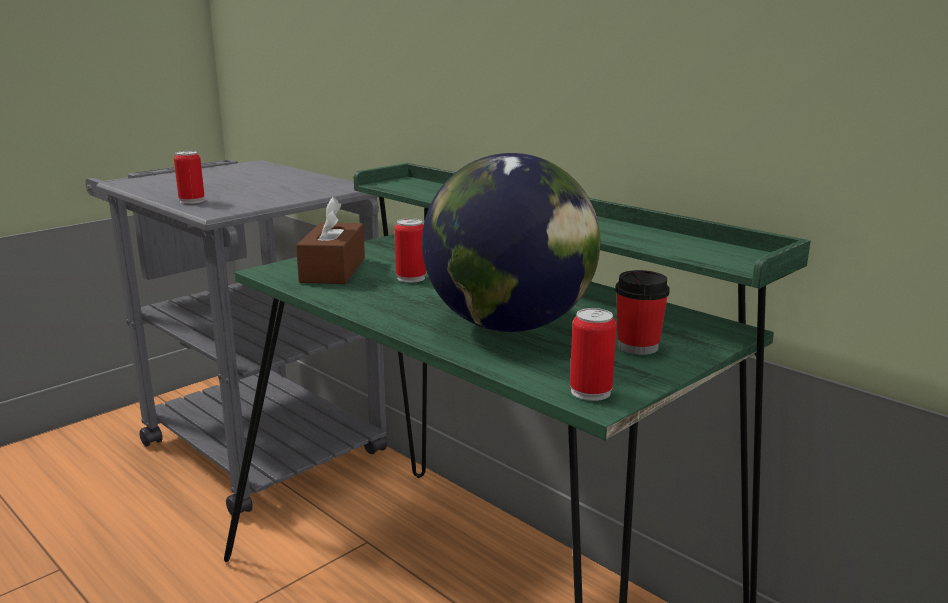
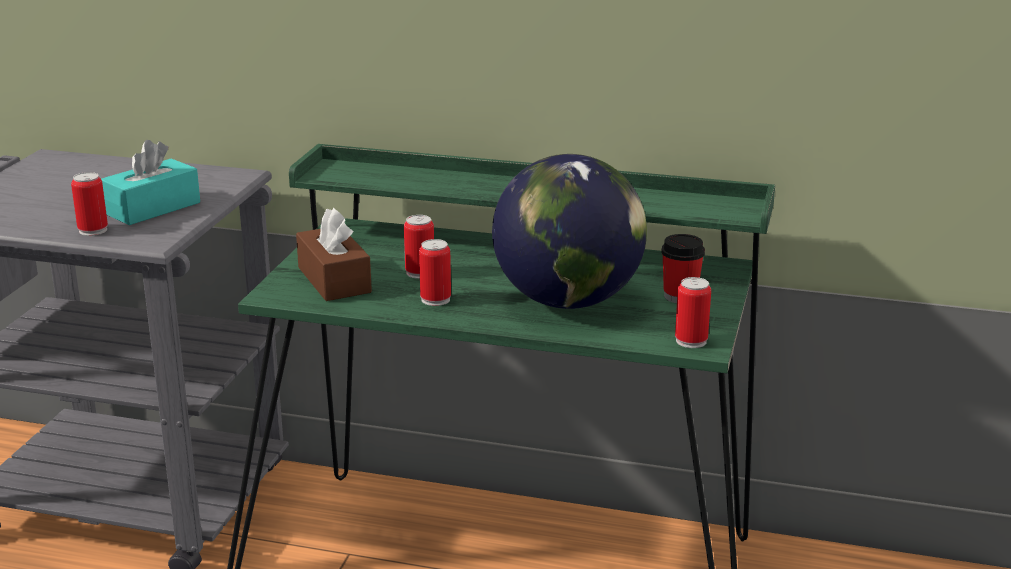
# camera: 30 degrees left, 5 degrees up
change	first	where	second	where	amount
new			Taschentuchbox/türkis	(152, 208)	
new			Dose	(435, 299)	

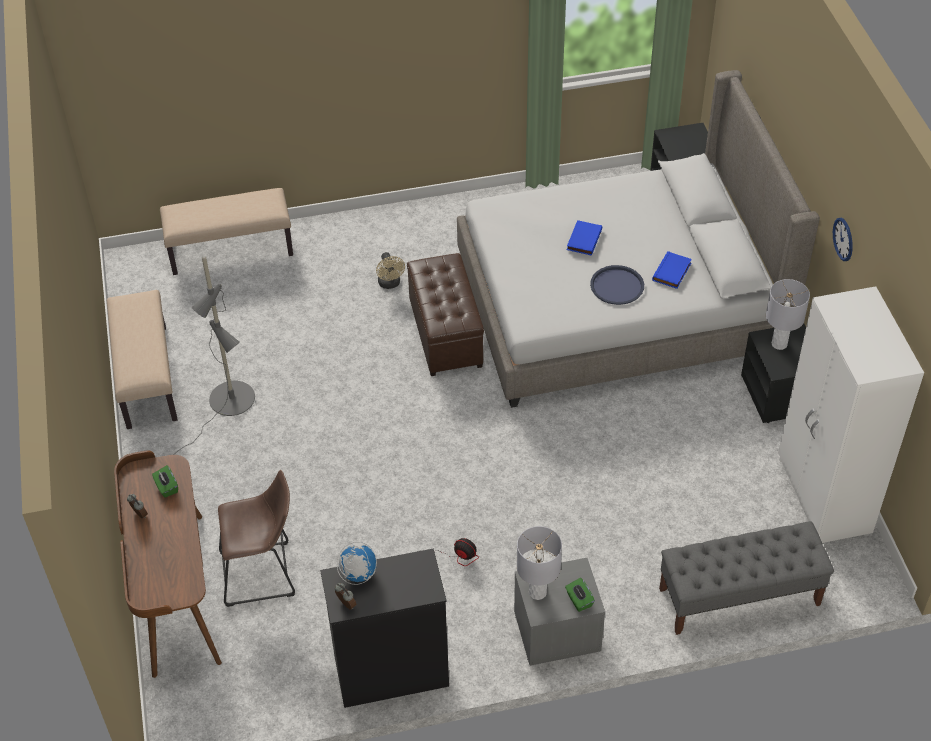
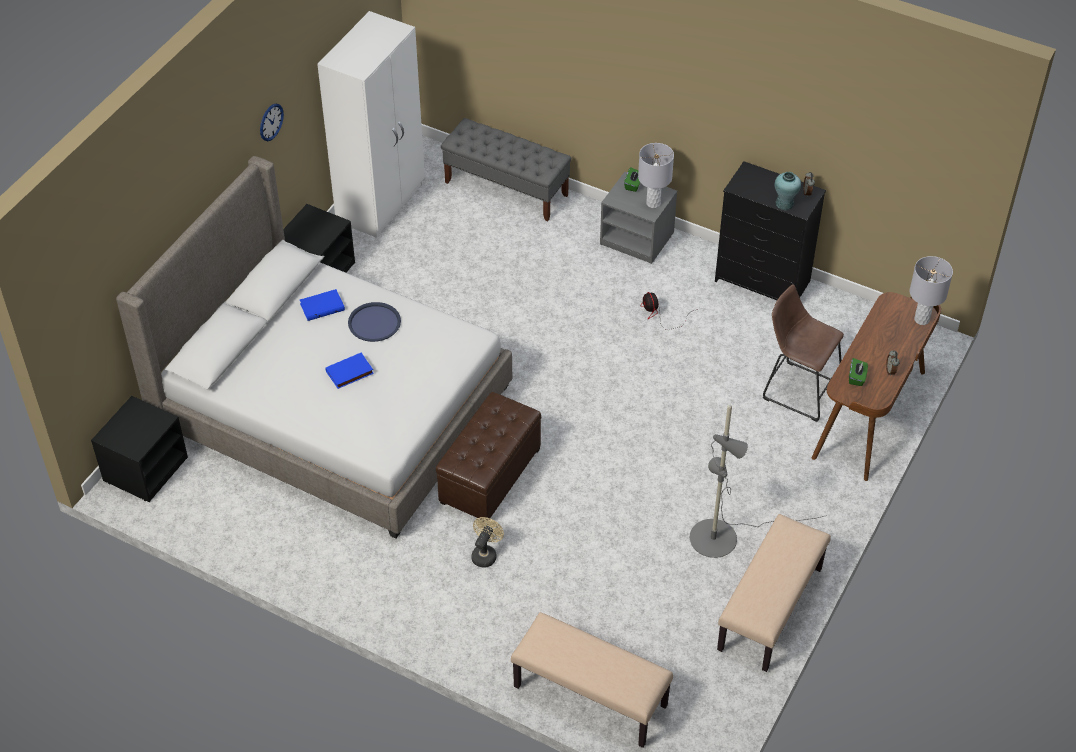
# camera: 140 degrees left, 0 degrees up
change	first	where	second	where	amount
shifted	Tischlampe/grau	(779, 344)		(922, 319)	
swapped	Globus	(358, 574)	Vase/türkis	(784, 203)	

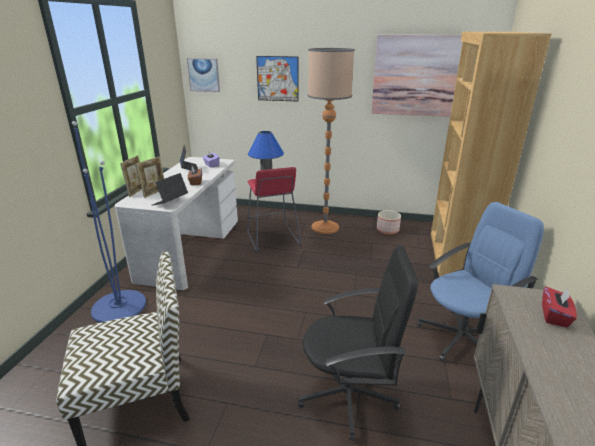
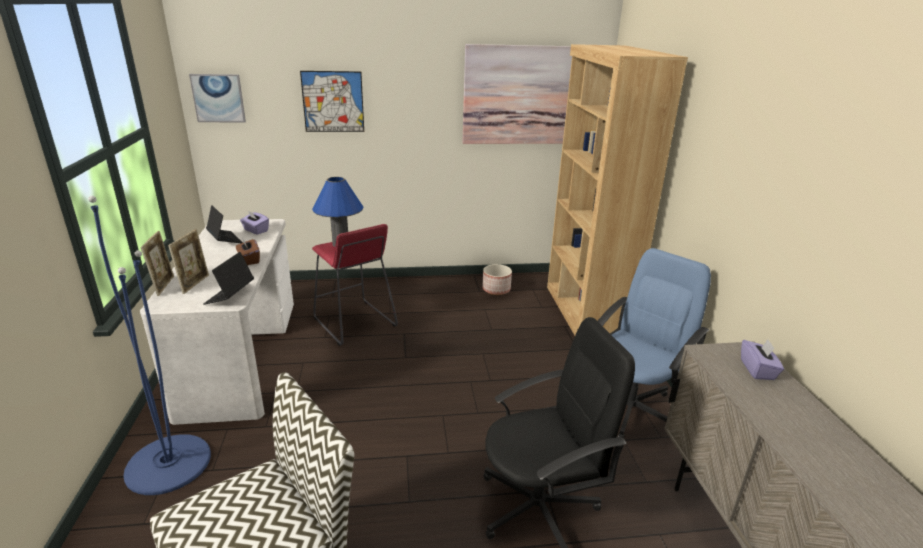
# camera: 20 degrees left, 0 degrees up
change	first	where	second	where	amount
gone	Stehlampe	(325, 227)			
repainted	Taschentuchbox/rot	(554, 316)	Taschentuchbox/lila	(758, 370)	

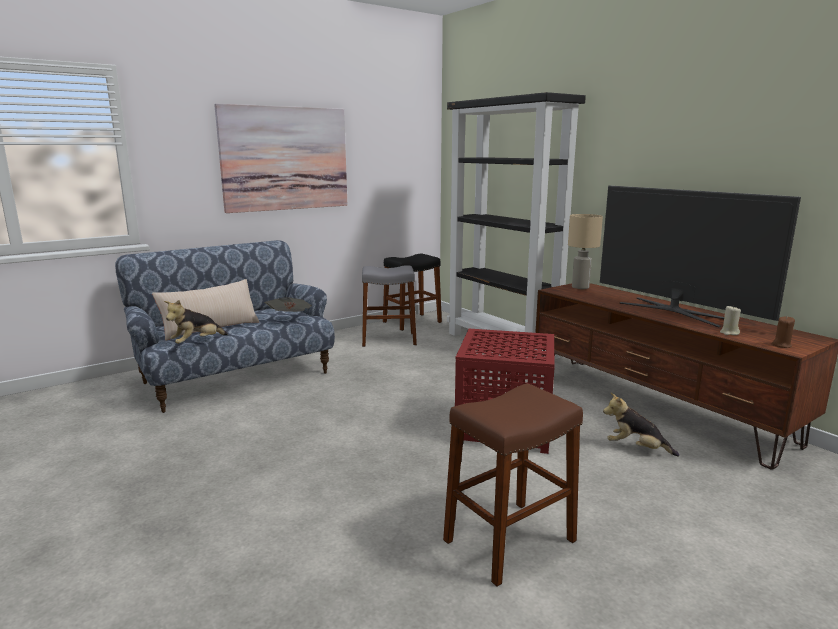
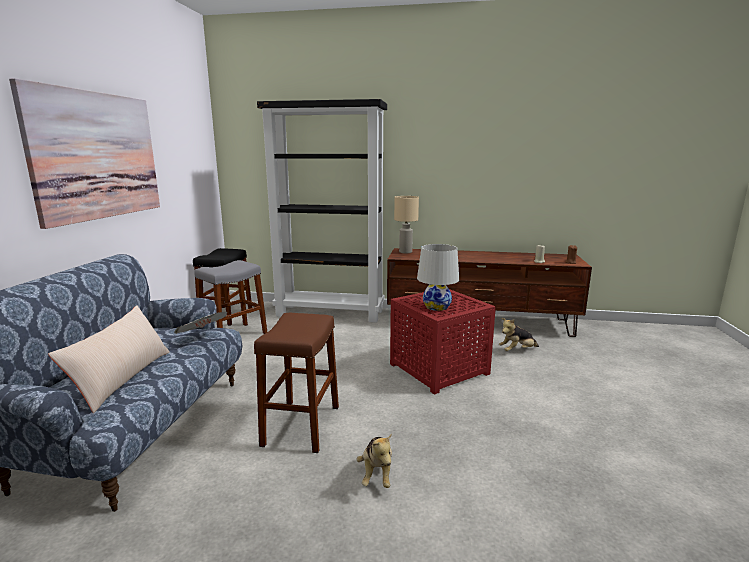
# camera: 45 degrees left, 0 degrees up
change	first	where	second	where	amount
gone	Fernseher	(675, 311)			
new			Tischlampe/weiß	(437, 307)	
shifted	Plüschtier	(197, 343)		(376, 474)	
shifted	Hocker/braun	(509, 540)		(301, 425)	

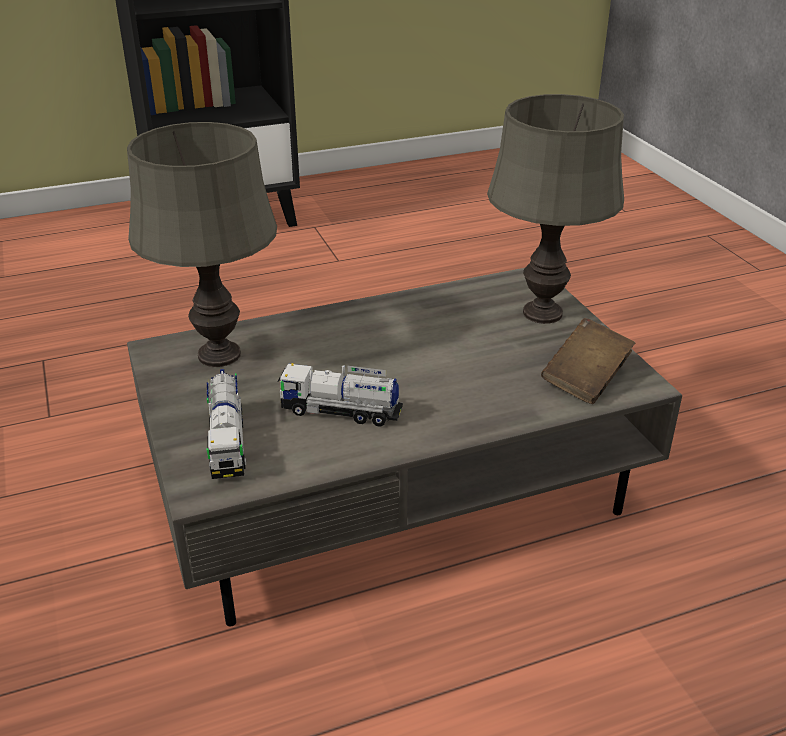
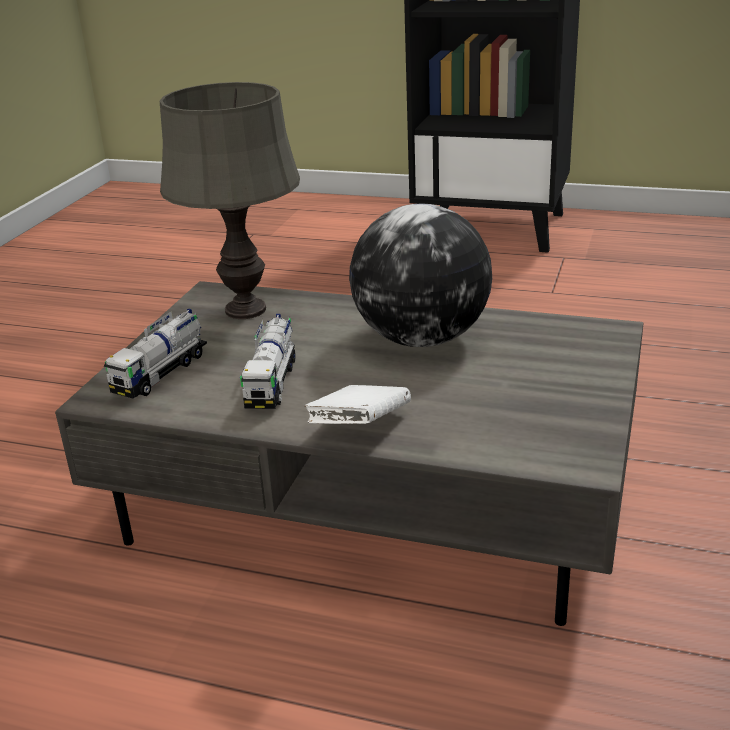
# camera: 40 degrees right, 5 degrees down
change	first	where	second	where	amount
gone	Tischlampe/grau	(542, 313)			
gone	Buch/braun	(585, 379)			
new			Buch/weiß	(360, 427)	
new			Globus	(421, 339)	
rotated	Spielzeuglaster	(341, 411)		(272, 382)	135 degrees counterclockwise

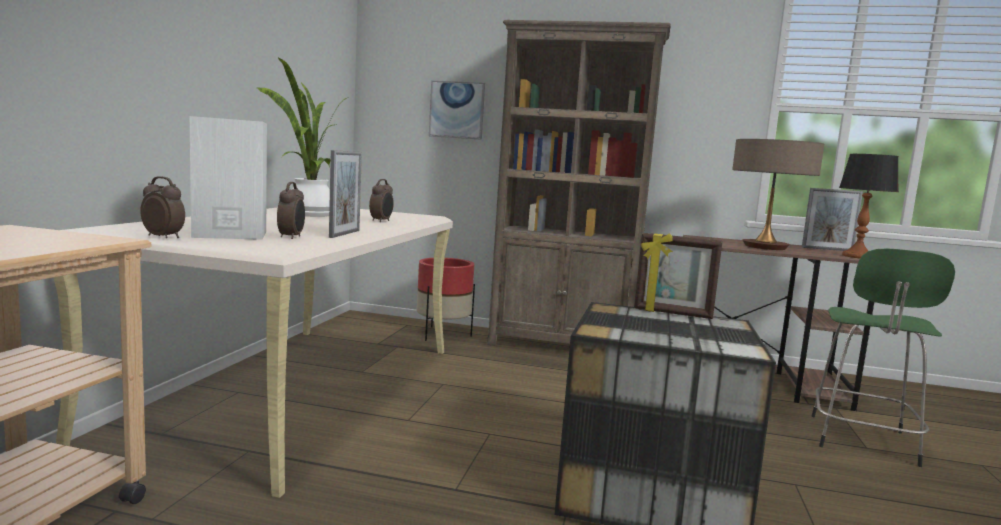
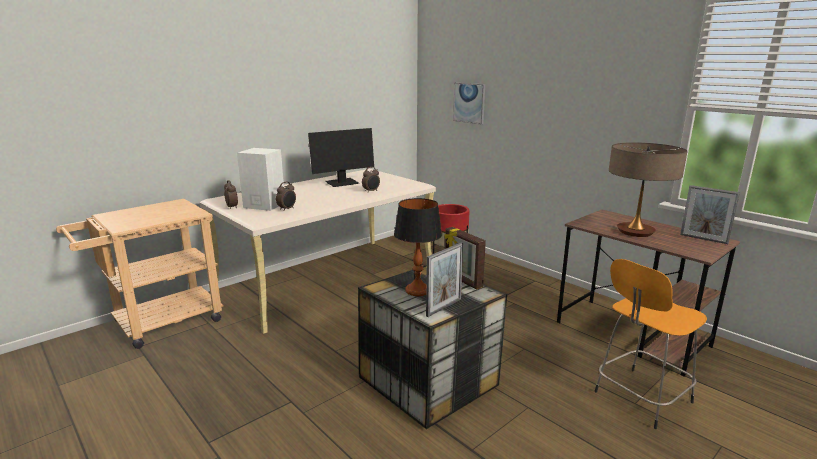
# camera: 35 degrees right, 10 degrees up
change	first	where	second	where	amount
gone	Bücherregal/braun	(561, 346)			
shifted	Bilderrahmen	(344, 234)		(444, 307)	
shifted	Tischlampe	(857, 256)		(417, 290)	
swapped	Topfpflanze	(307, 214)	Monitor	(342, 183)	
repainted	Hocker/grün	(862, 441)	Hocker/orange	(640, 398)	

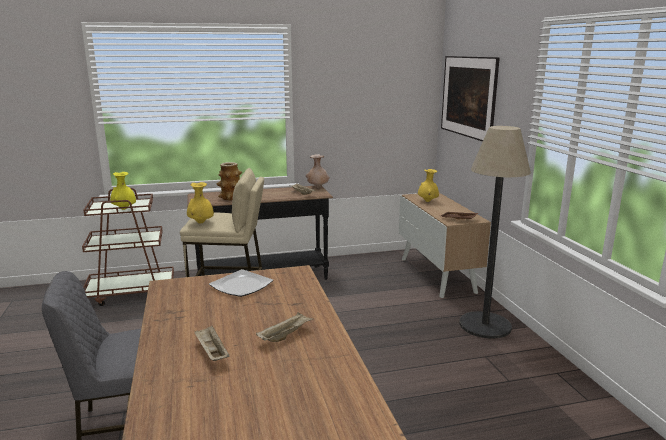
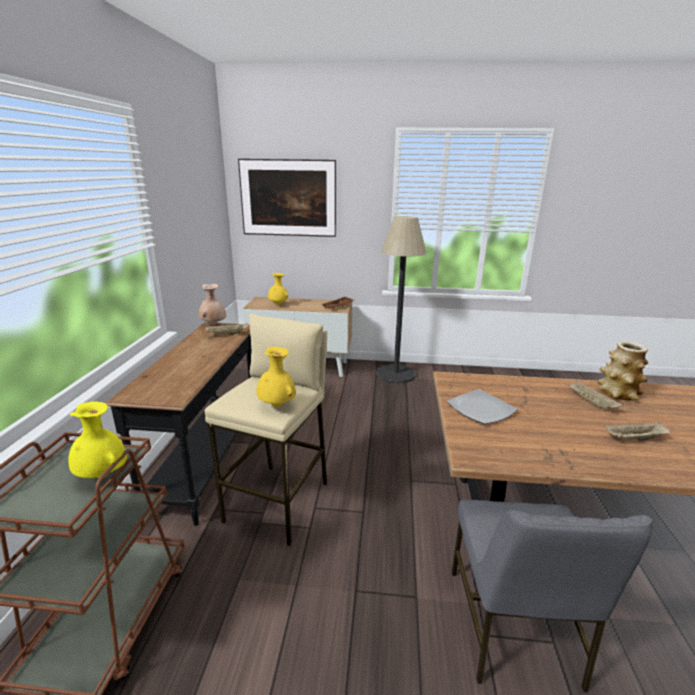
# camera: 70 degrees left, 5 degrees up
change	first	where	second	where	amount
shifted	Vase	(231, 198)		(617, 393)	

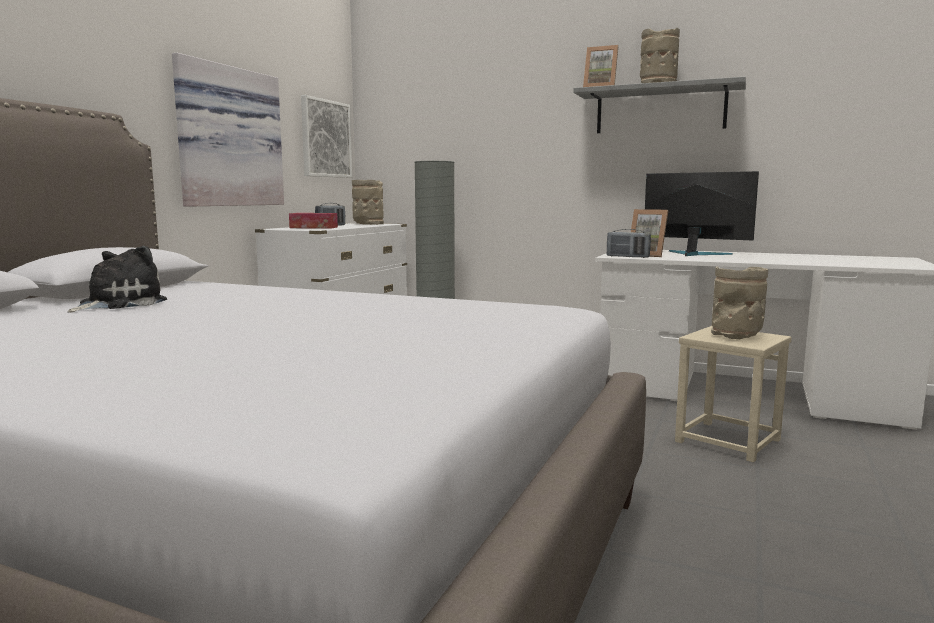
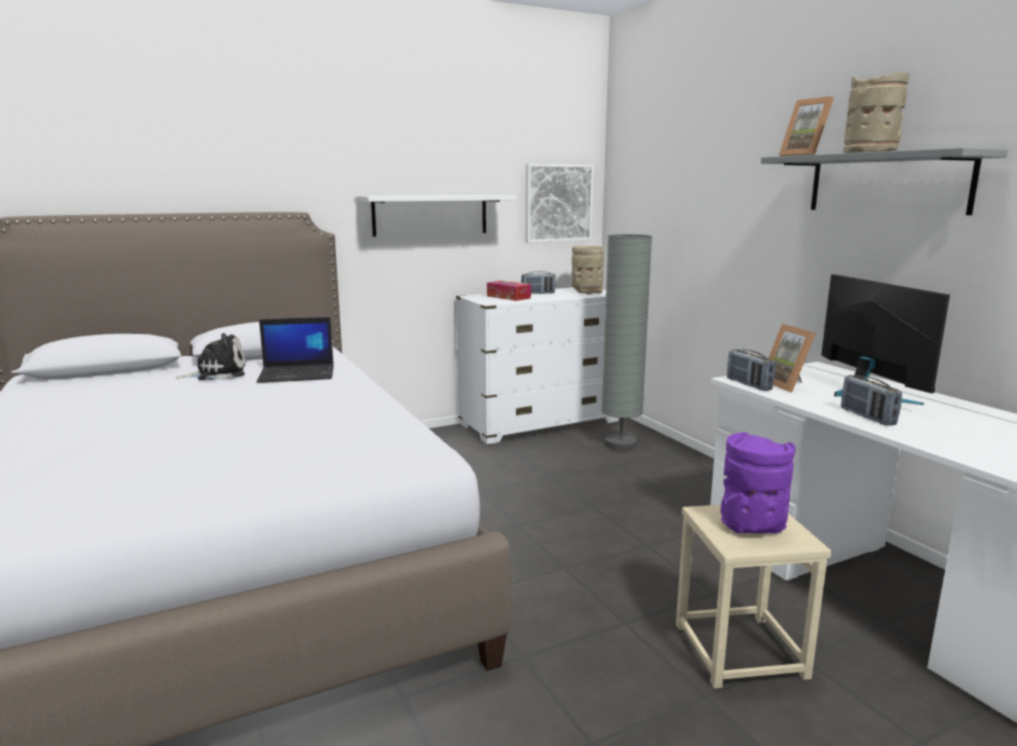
# camera: 40 degrees right, 5 degrees up
change	first	where	second	where	amount
new			Laptop	(298, 374)	
new			Radio	(867, 417)	
swapped	Bild	(227, 137)	Wandregal/weiß	(430, 215)	
repainted	Vase/beige	(736, 336)	Vase/lila	(751, 527)	

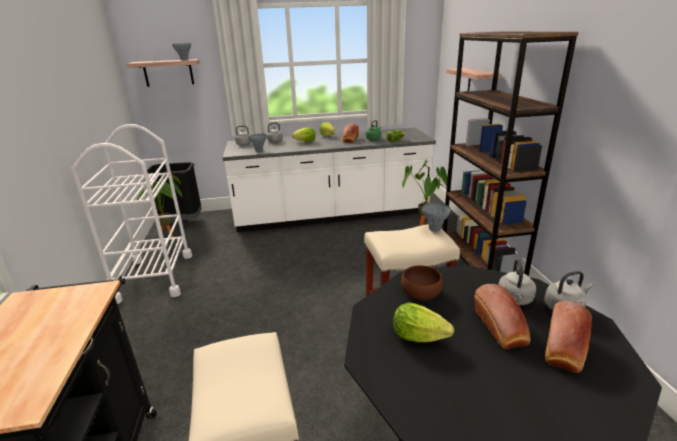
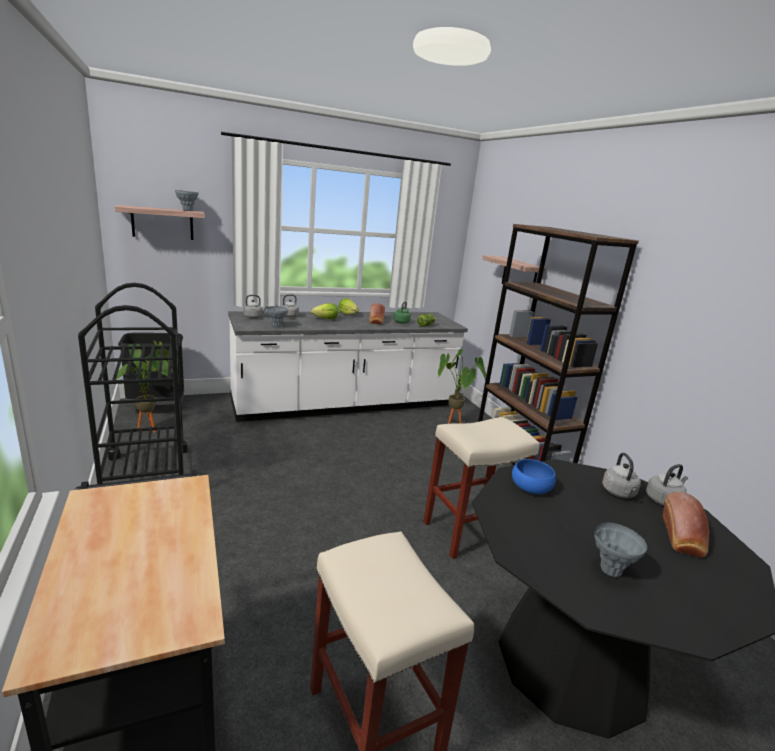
# camera: 15 degrees left, 5 degrees down
change	first	where	second	where	amount
gone	Salatkopf	(418, 336)			
gone	Brot	(501, 328)			
shifted	Vase/grau	(434, 229)		(610, 570)	
repainted	Rollwagen/weiß	(155, 277)	Rollwagen/schwarz	(146, 477)	
repainted	Schüssel/braun	(421, 292)	Schüssel/blau	(530, 487)	

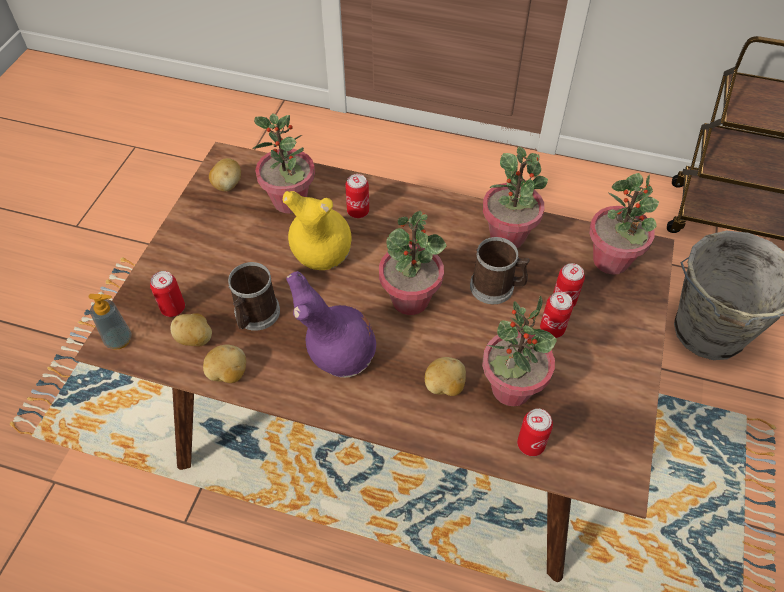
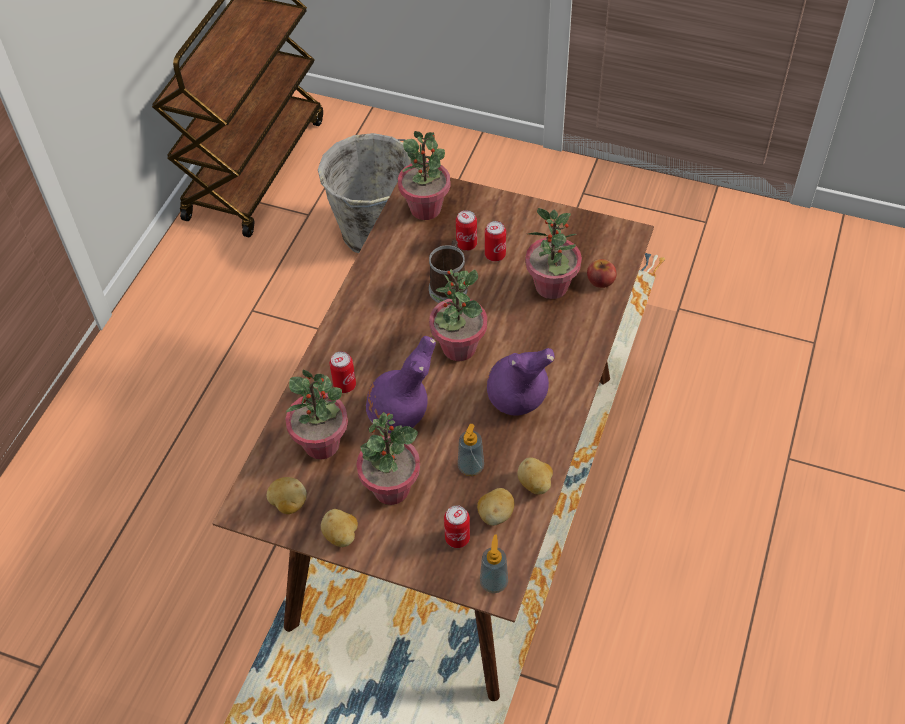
# camera: 85 degrees left, 0 degrees up
change	first	where	second	where	amount
shifted	Kartoffel	(444, 386)		(341, 536)	
shifted	Topfpflanze	(508, 236)		(391, 488)	
swapped	Henkelbecher	(255, 316)	Seifenspender	(470, 467)	
swapped	Dose	(530, 444)	Apfel	(600, 280)	
repainted	Vase/gelb	(320, 256)	Vase/lila	(400, 416)	

